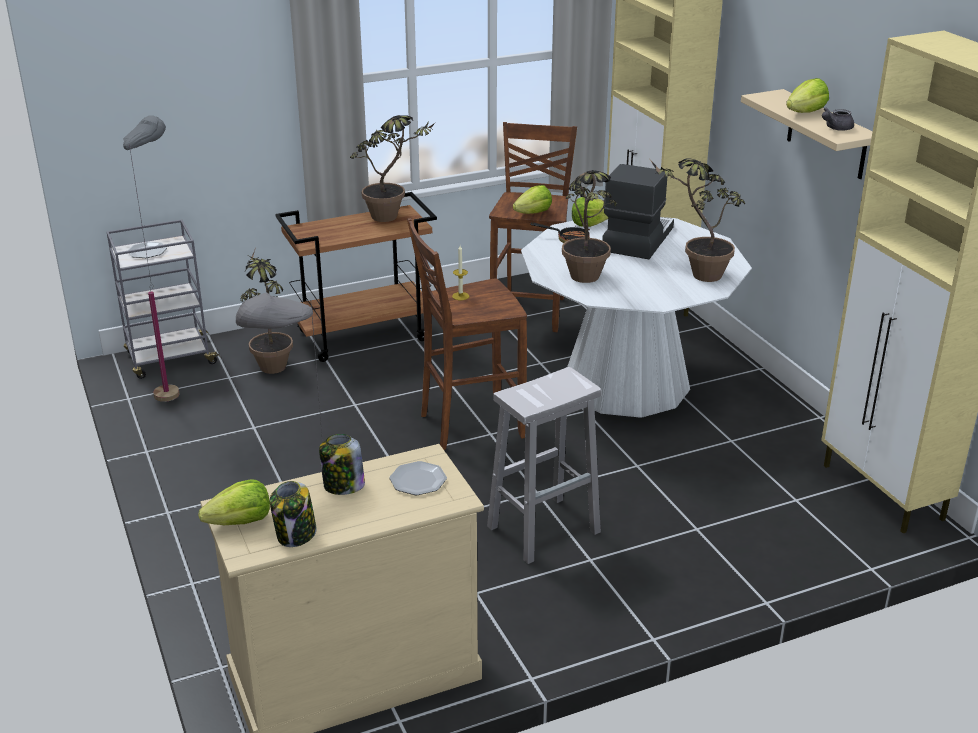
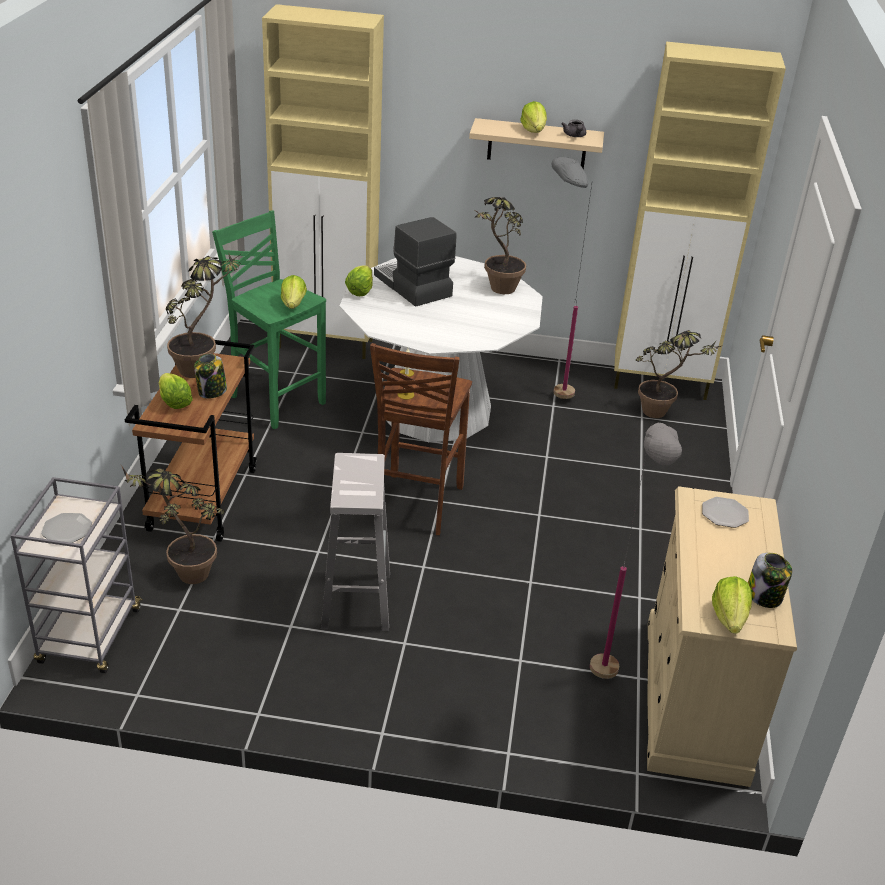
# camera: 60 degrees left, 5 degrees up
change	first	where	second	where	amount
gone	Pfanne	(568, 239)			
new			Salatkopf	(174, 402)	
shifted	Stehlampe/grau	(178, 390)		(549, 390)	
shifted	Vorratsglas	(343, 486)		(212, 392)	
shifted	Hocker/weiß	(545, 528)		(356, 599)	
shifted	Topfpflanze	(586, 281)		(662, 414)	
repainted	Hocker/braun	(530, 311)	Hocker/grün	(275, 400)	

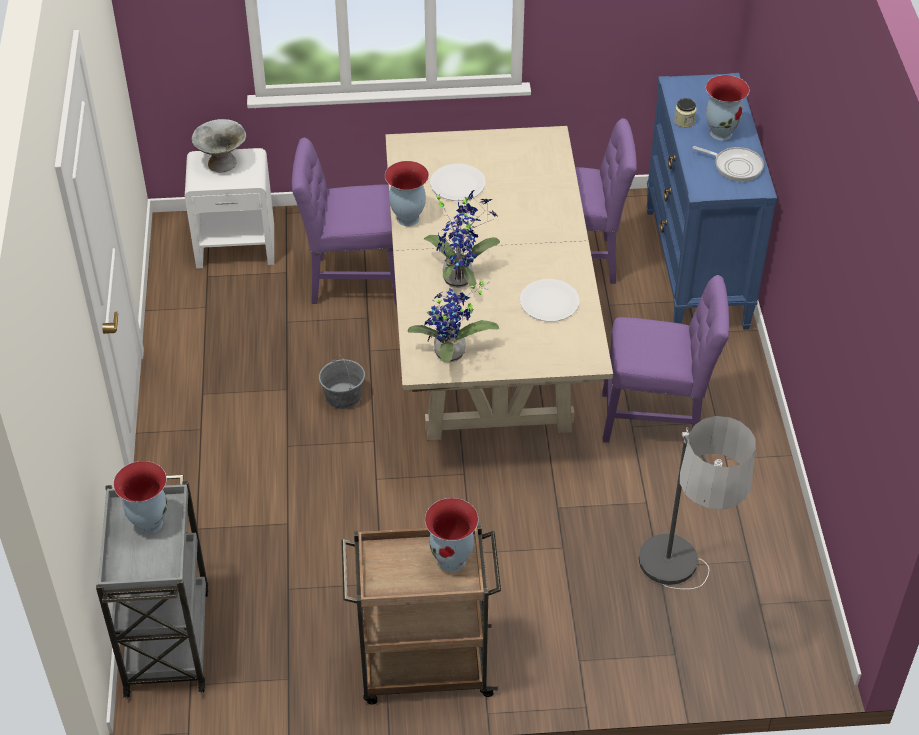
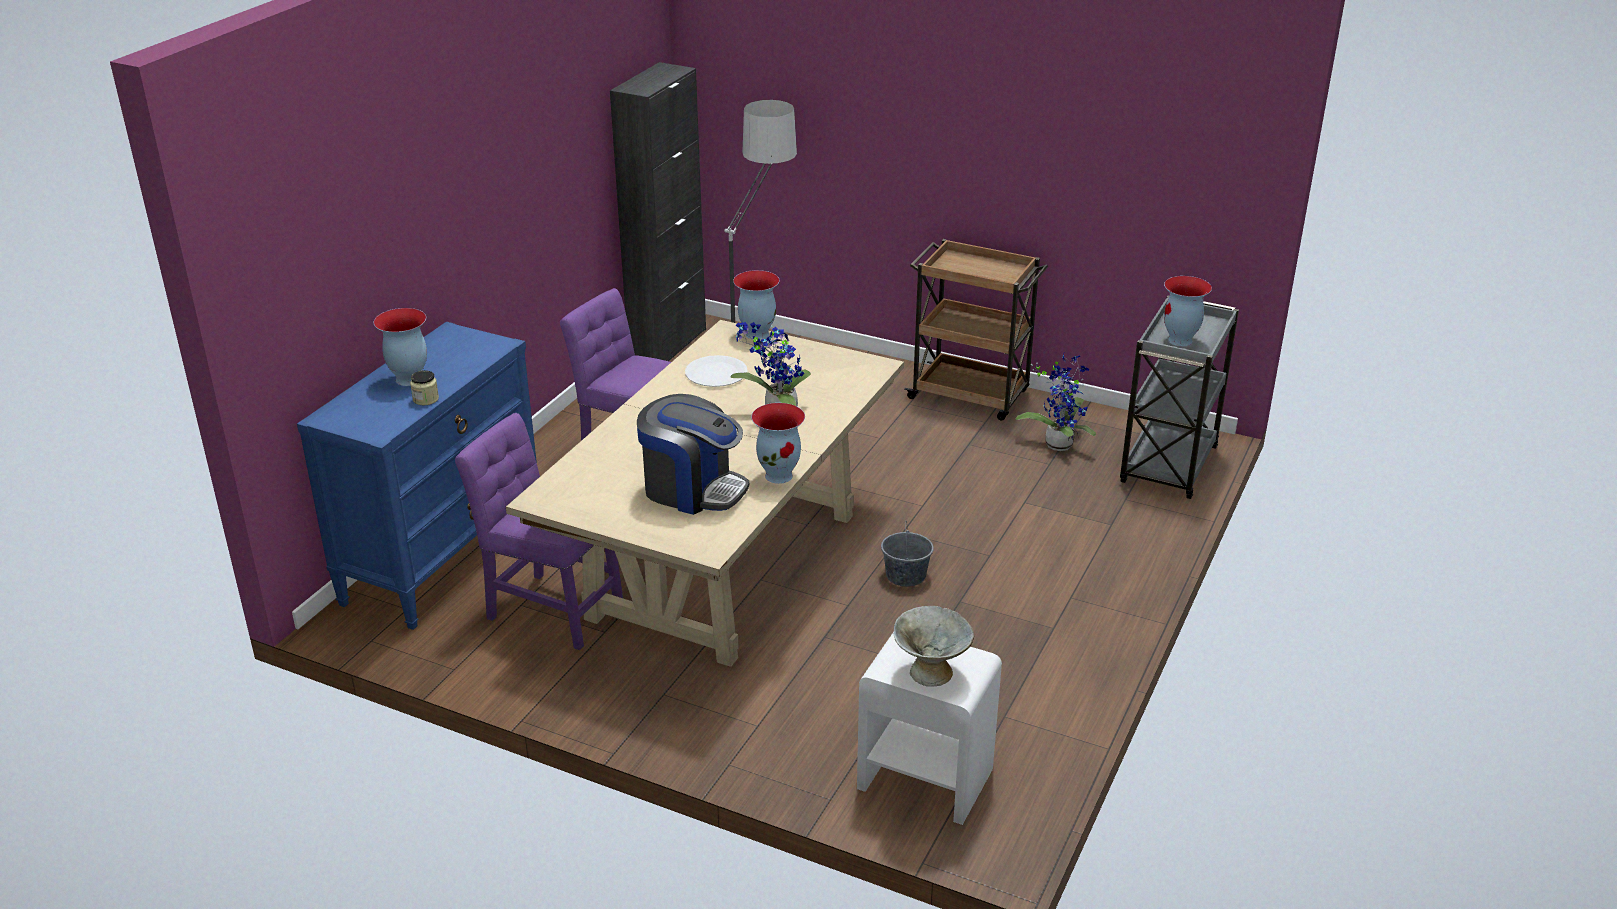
# camera: 150 degrees left, 15 degrees down
change	first	where	second	where	amount
gone	Stuhl/lila	(352, 281)			
gone	Pfanne	(735, 166)			
new			Schrank/schwarz	(668, 344)	
shifted	Topfpflanze	(451, 356)		(1059, 443)	
shifted	Vase	(452, 561)		(756, 334)	
swapped	Teller/weiß	(458, 184)	Kaffeemaschine	(693, 489)	

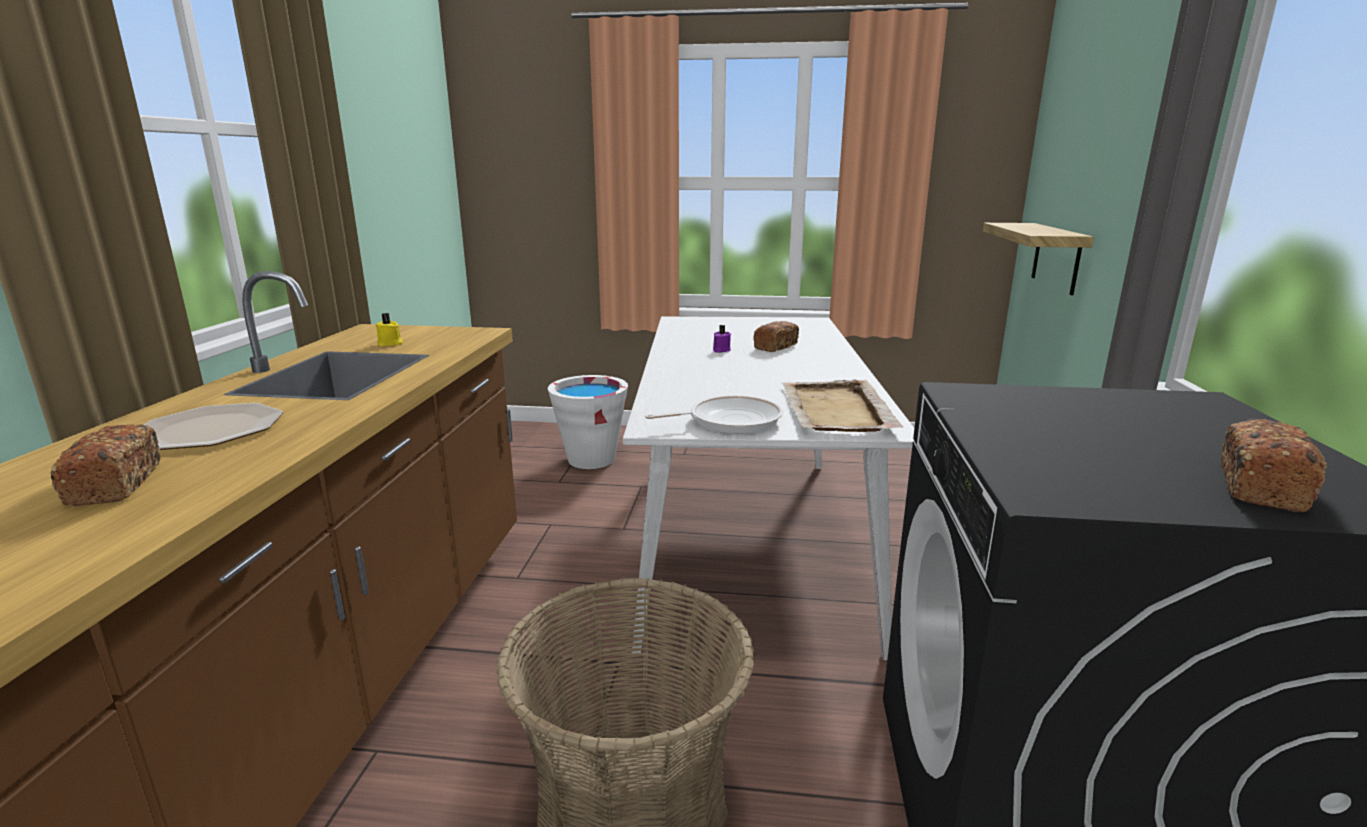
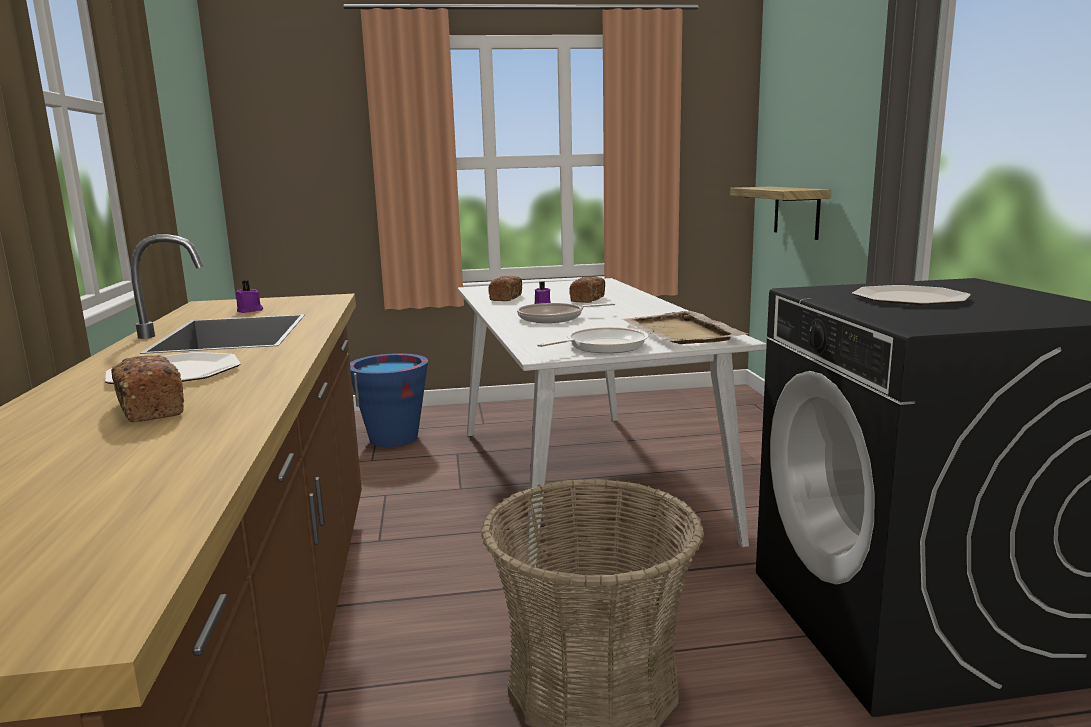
# camera: 15 degrees left, 5 degrees down
change	first	where	second	where	amount
new			Pfanne	(554, 318)	
new			Teller	(909, 298)	
shifted	Brot	(1260, 486)		(506, 298)	
repainted	Kerze/gelb	(390, 343)	Kerze/lila	(250, 310)	
repainted	Eimer/weiß	(591, 459)	Eimer/blau	(394, 438)	

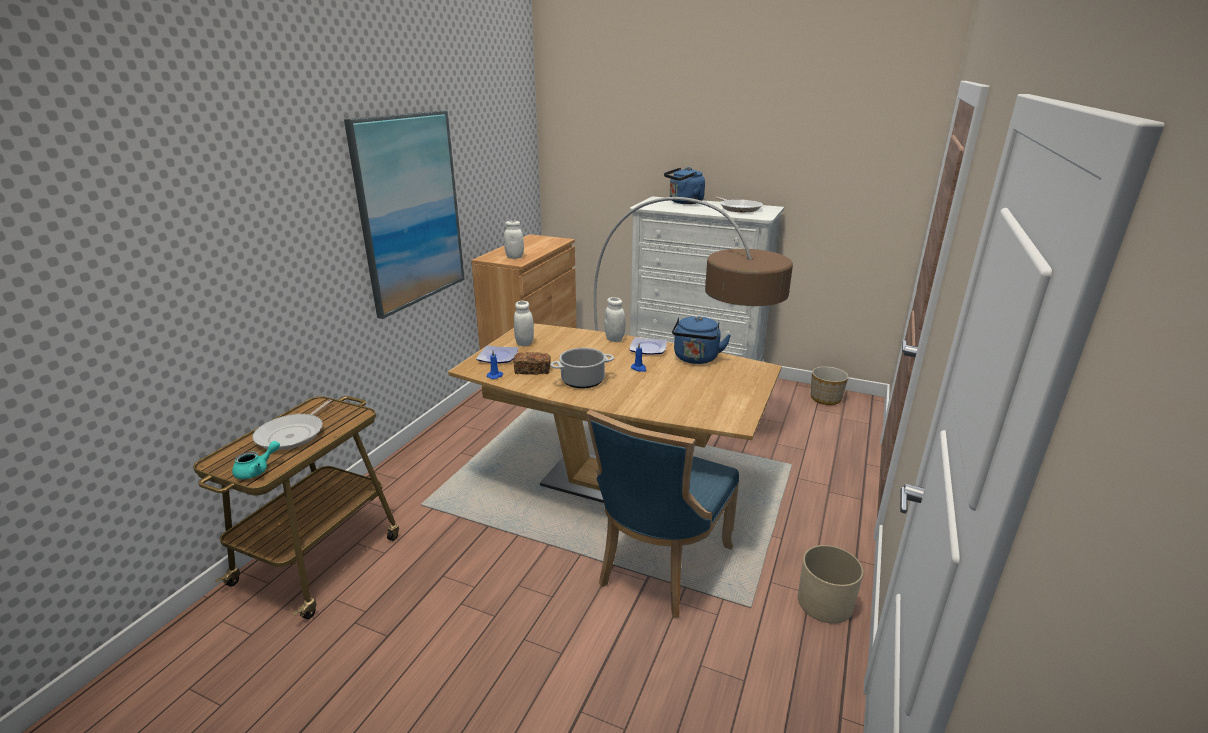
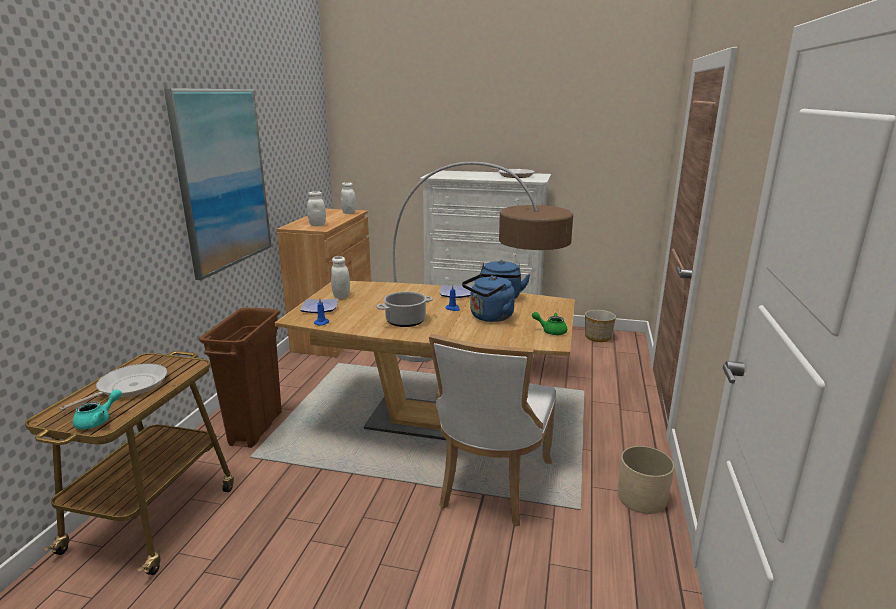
# camera: 10 degrees left, 5 degrees down
change	first	where	second	where	amount
gone	Brot	(532, 371)			
new			Mülleimer/braun	(256, 428)	
new			Teekanne/grün	(551, 331)	
shifted	Vorratsglas/weiß	(614, 339)		(349, 213)	
shifted	Wasserkessel/blau	(684, 202)		(489, 317)	
repainted	Stuhl/blau	(659, 566)	Stuhl/weiß	(491, 485)	
rotated	Pfanne	(293, 434)		(129, 387)	150 degrees counterclockwise

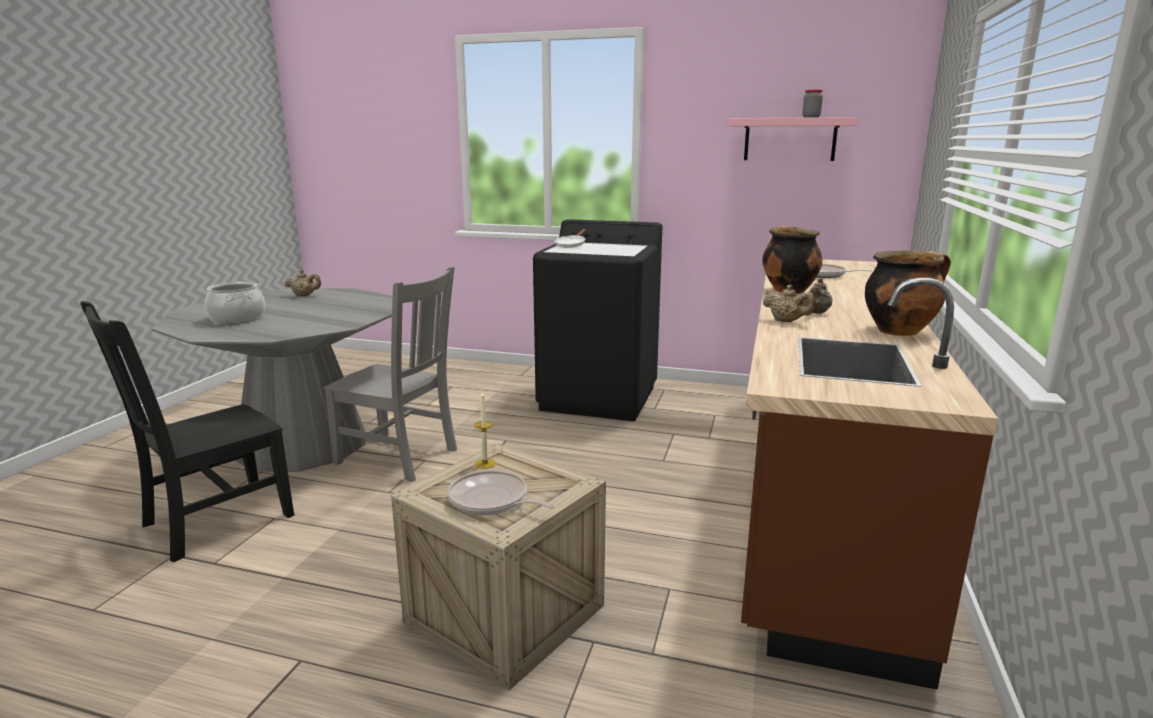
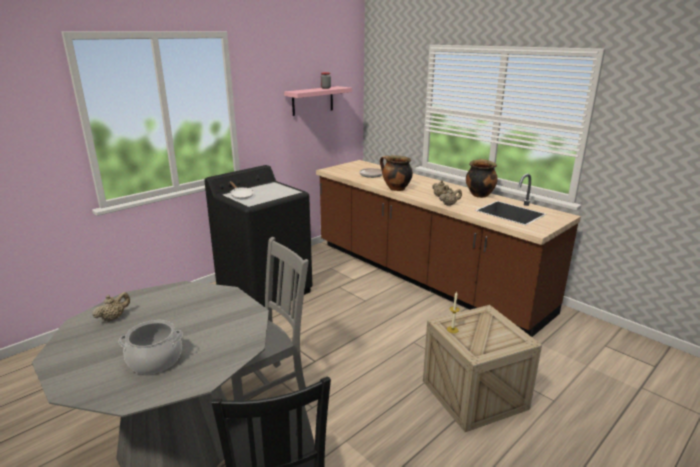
# camera: 60 degrees left, 5 degrees up
change	first	where	second	where	amount
gone	Pfanne	(492, 500)			

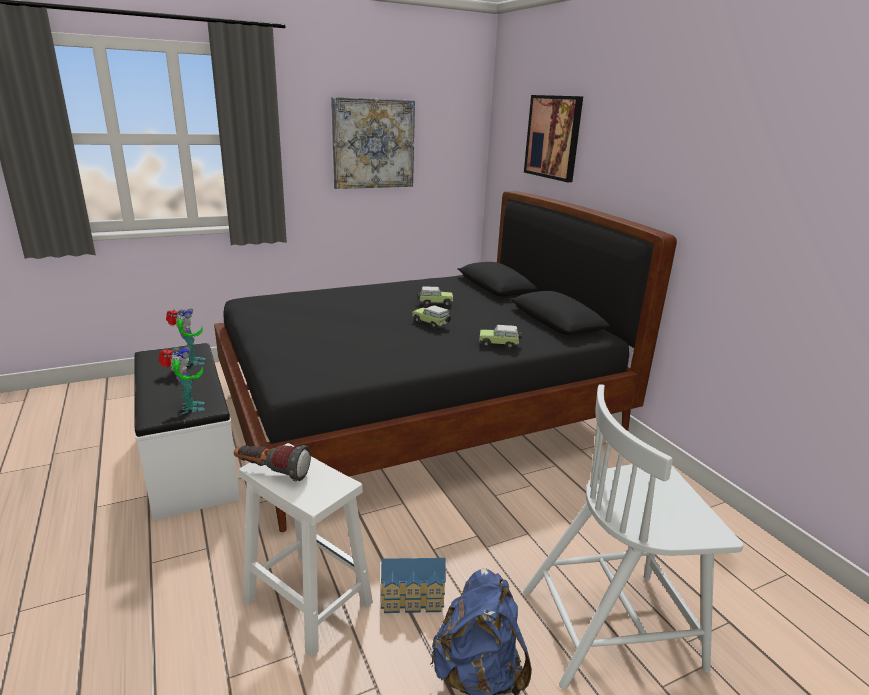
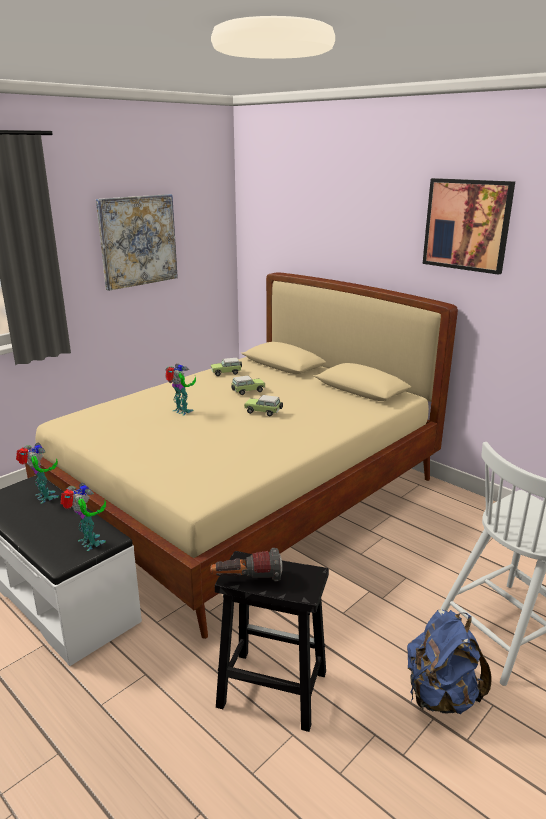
# camera: 20 degrees left, 0 degrees up
change	first	where	second	where	amount
gone	Spielzeughaus	(413, 599)			
new			Spielzeugroboter	(182, 412)	
shifted	Spielzeugauto	(500, 344)		(227, 373)	
shifted	Bild	(553, 137)		(467, 225)	
repainted	Bett/schwarz	(418, 414)	Bett/beige	(248, 499)	
repainted	Hocker/weiß	(306, 601)	Hocker/schwarz	(270, 689)	

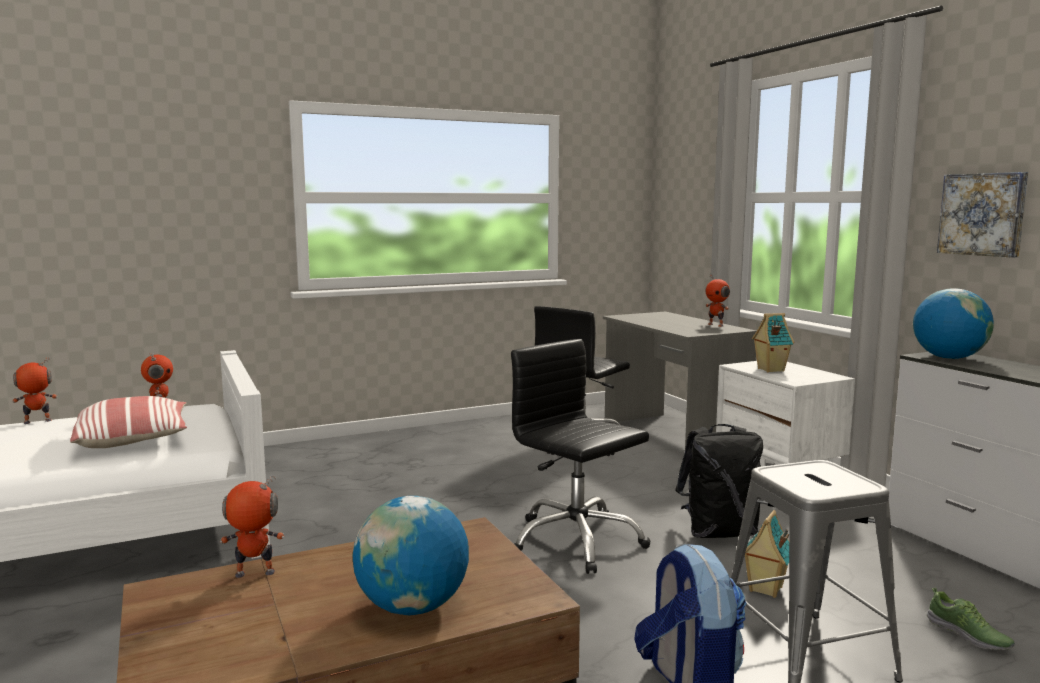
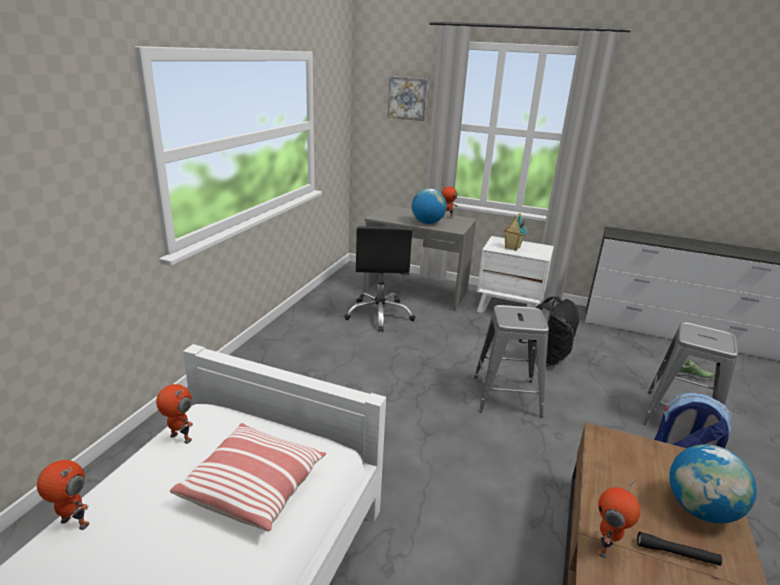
# camera: 45 degrees left, 15 degrees up
change	first	where	second	where	amount
gone	Spielzeughaus	(765, 589)			
new			Taschenlampe/schwarz	(676, 554)	
shifted	Globus	(948, 358)		(427, 223)	
shifted	Bild	(983, 214)		(408, 98)	
swapped	Bürostuhl/schwarz	(576, 541)	Hocker/grau	(507, 396)	
rotated	Spielzeugroboter	(37, 422)		(73, 524)	90 degrees clockwise

